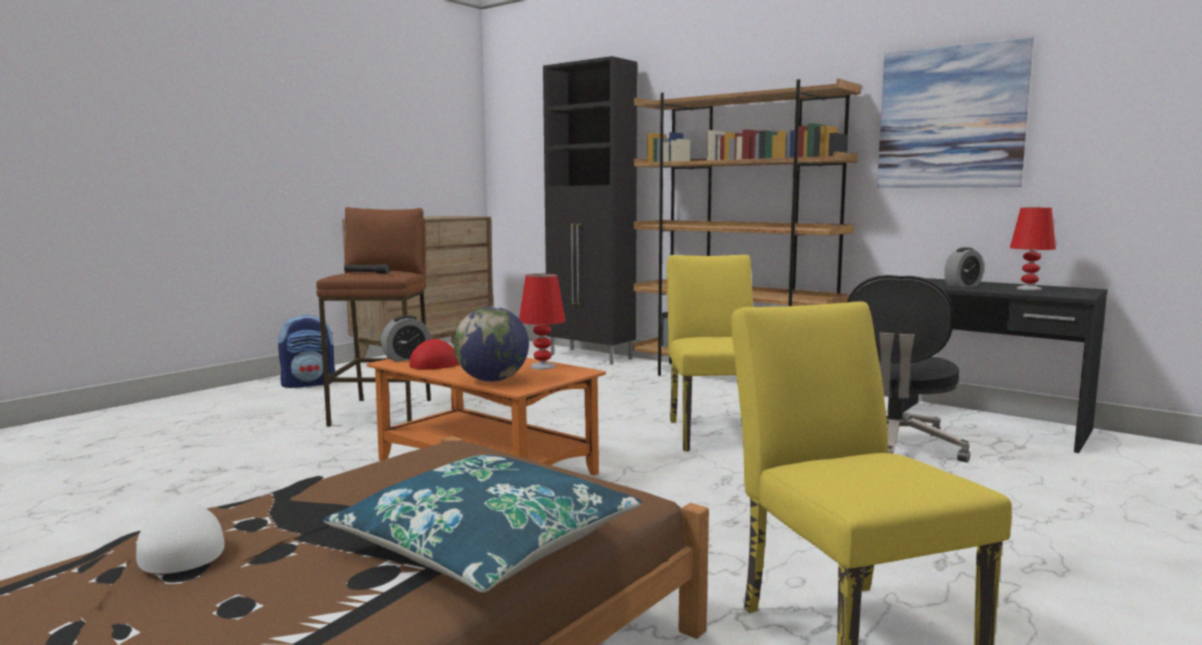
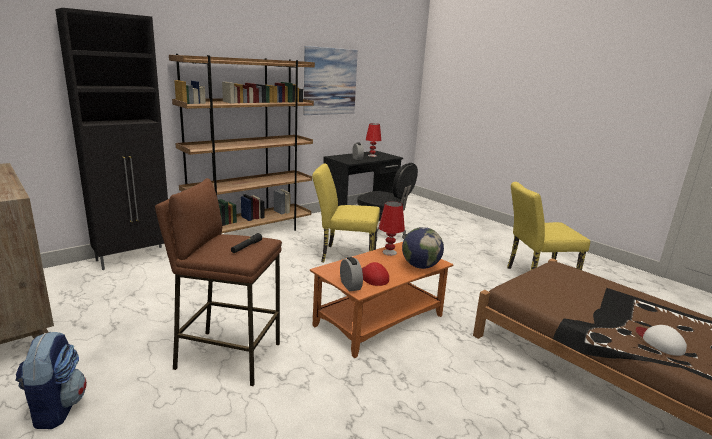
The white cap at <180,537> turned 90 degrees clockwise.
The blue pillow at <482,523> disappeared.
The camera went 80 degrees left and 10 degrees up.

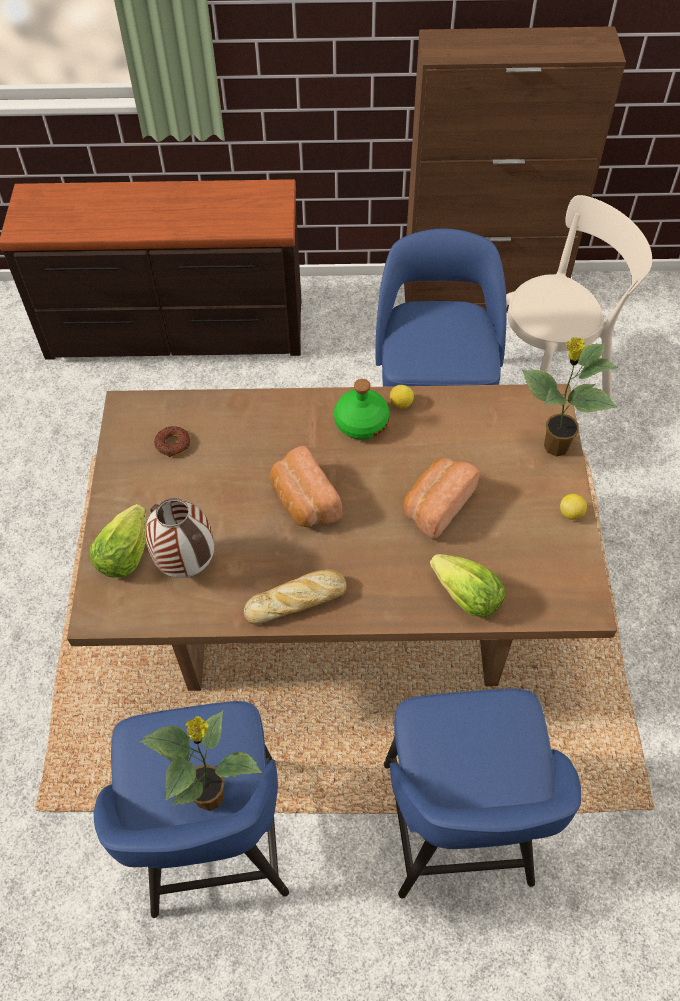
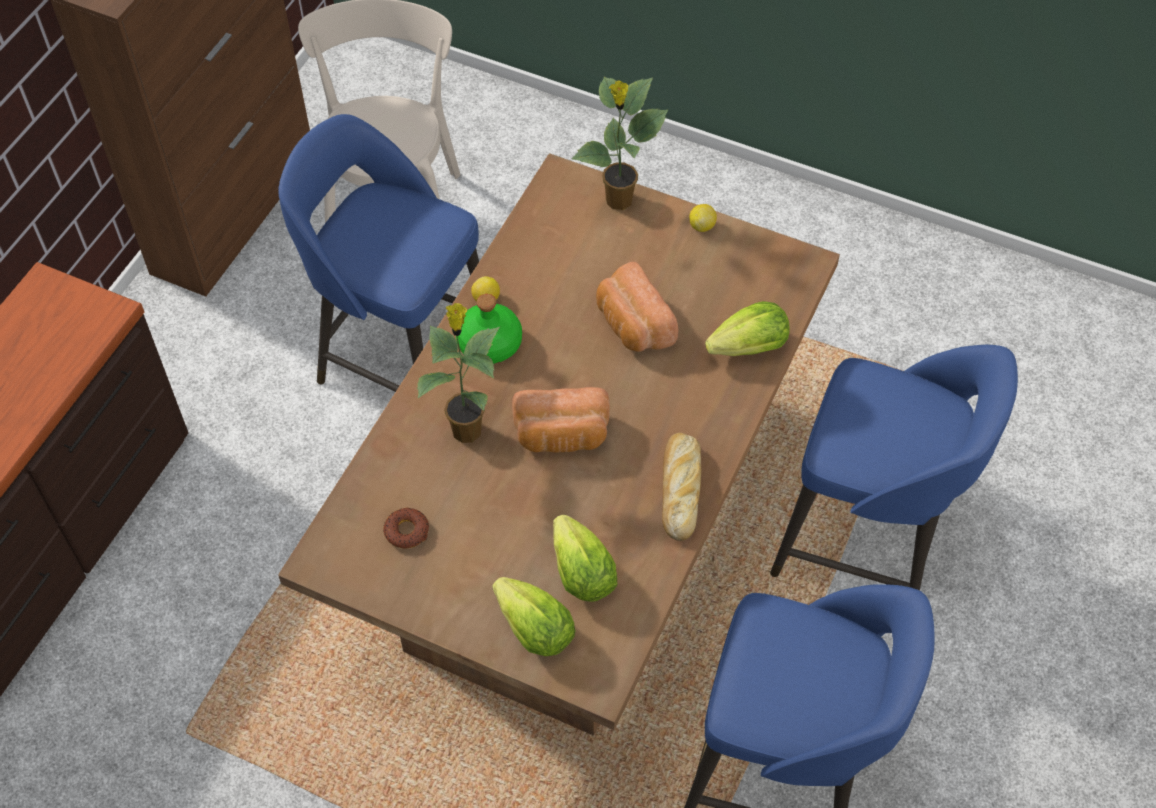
The potted plant moved from <201,761> to <458,373>.
The vase at <179,538> was replaced by the lettuce at <585,558>.
The camera went 65 degrees left and 0 degrees up.

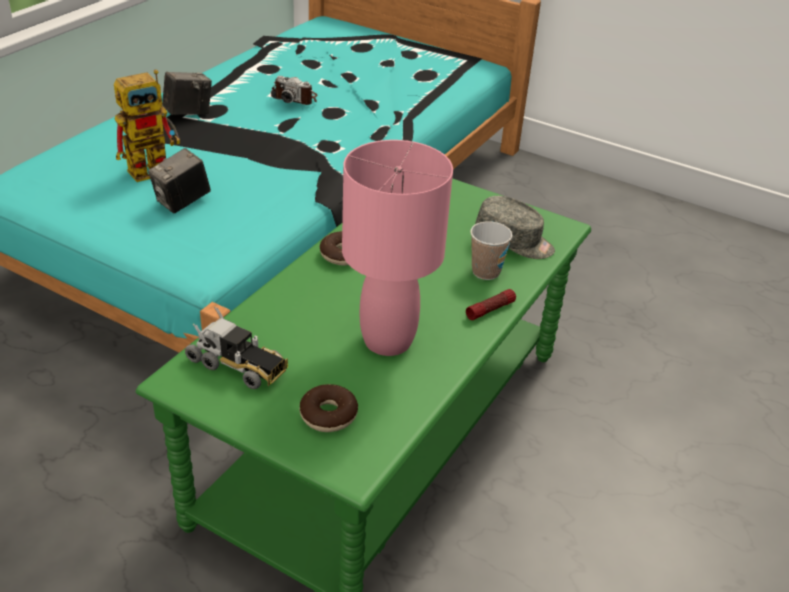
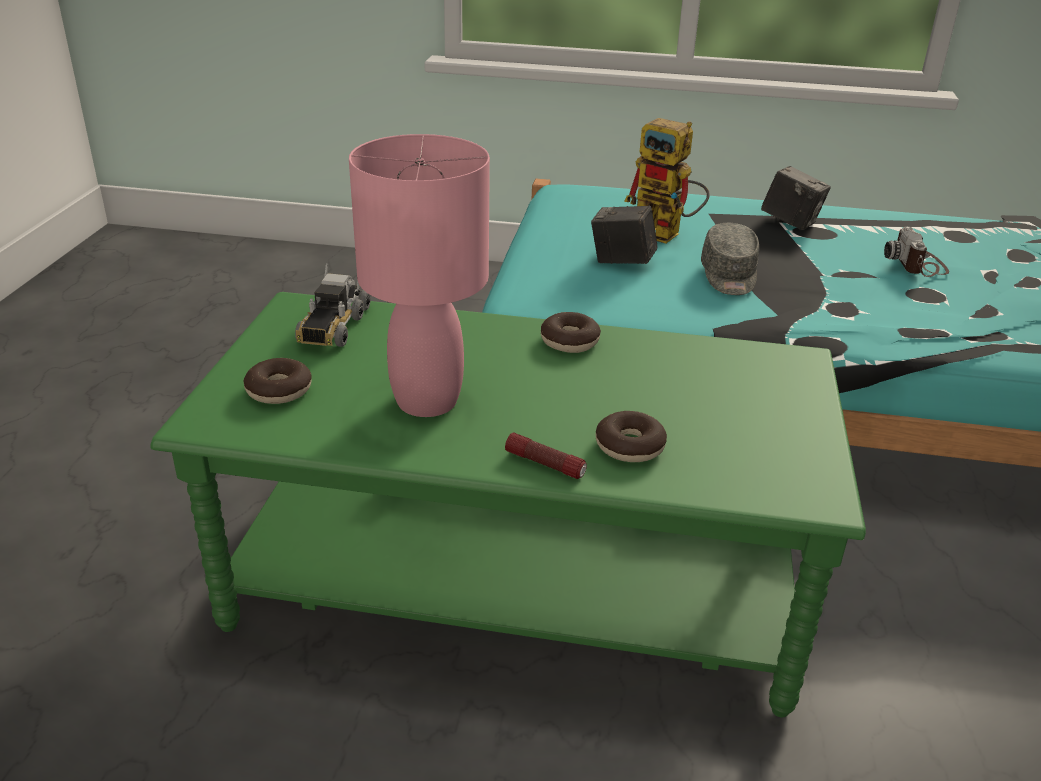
The cup at <491,250> was replaced by the donut at <631,436>.
The grey cap moved from <515,227> to <730,259>.
The camera went 70 degrees right and 5 degrees down.

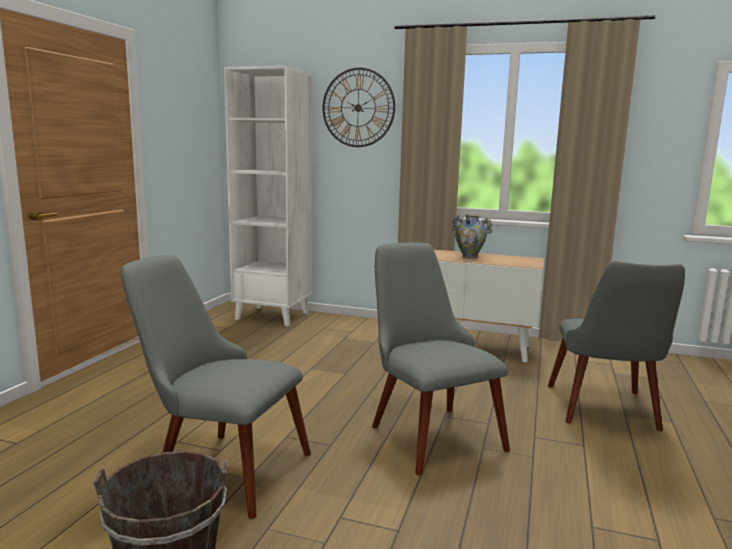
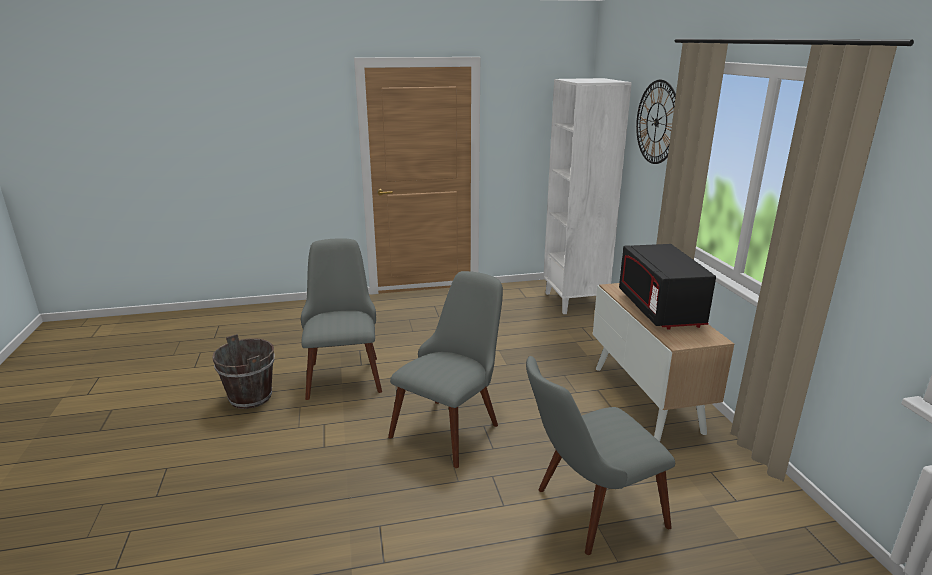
The vase at <472,236> was replaced by the black microwave at <667,287>.
The camera went 60 degrees right and 10 degrees up.

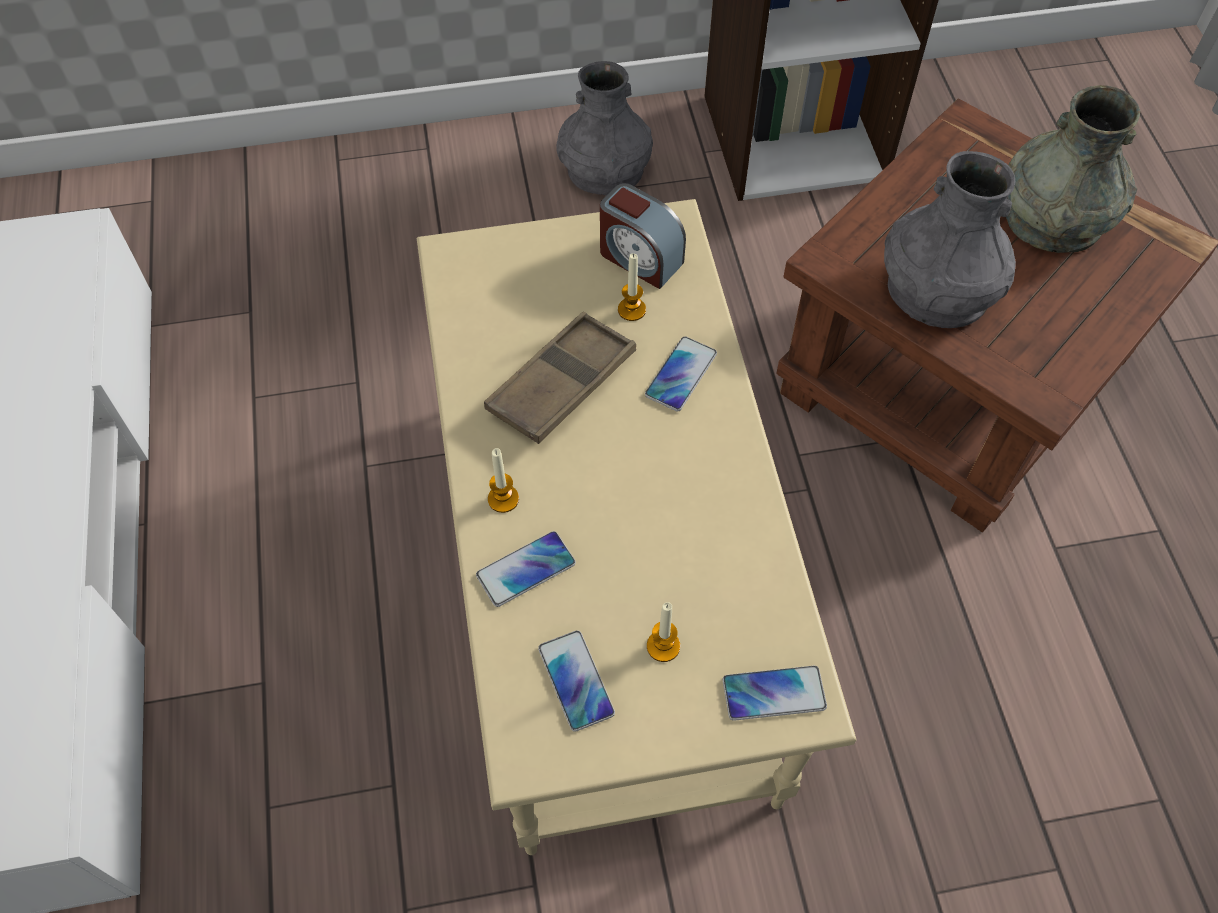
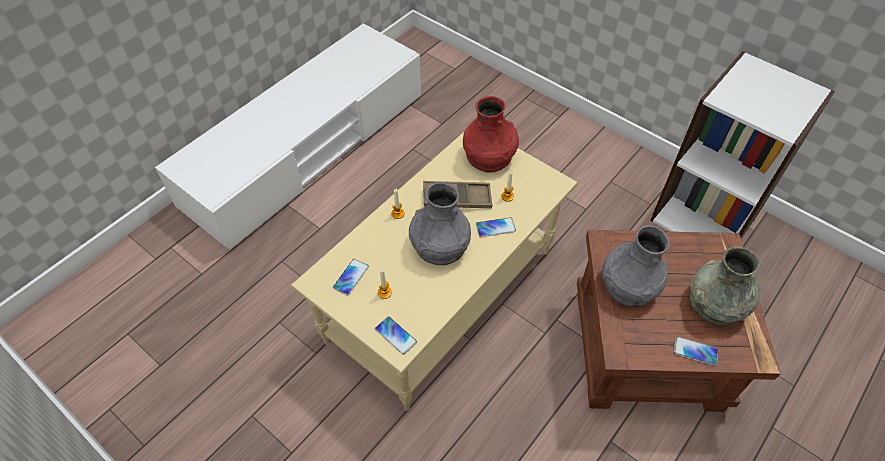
The phone moved from <526,569> to <696,351>.
The grey vase moved from <604,128> to <440,223>.
The alarm clock at <643,236> disappeared.
The red vase at <491,134> appeared.
The camera went 50 degrees right and 5 degrees down.

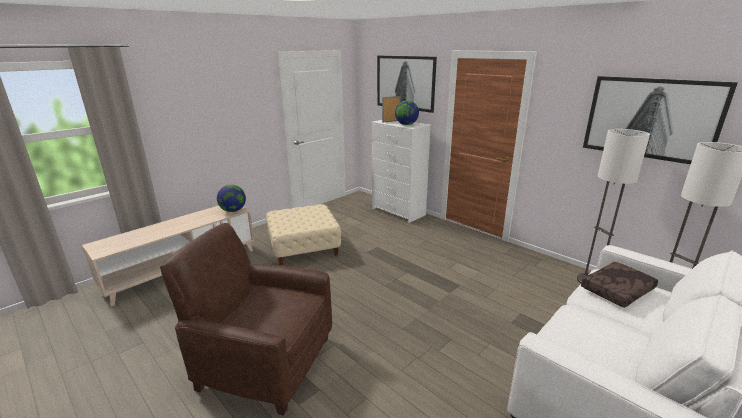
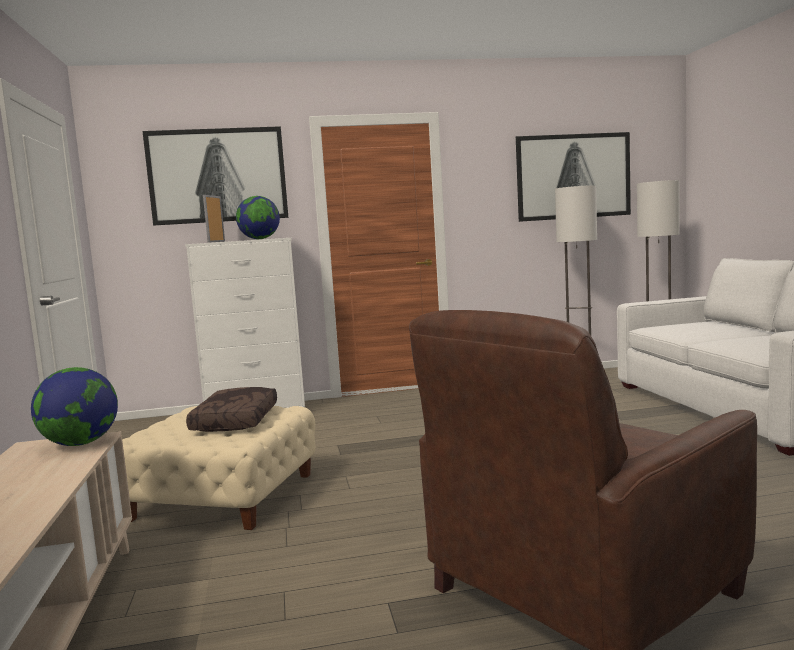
The brown pillow moved from <619,285> to <231,409>.
The camera went 55 degrees left and 15 degrees down.

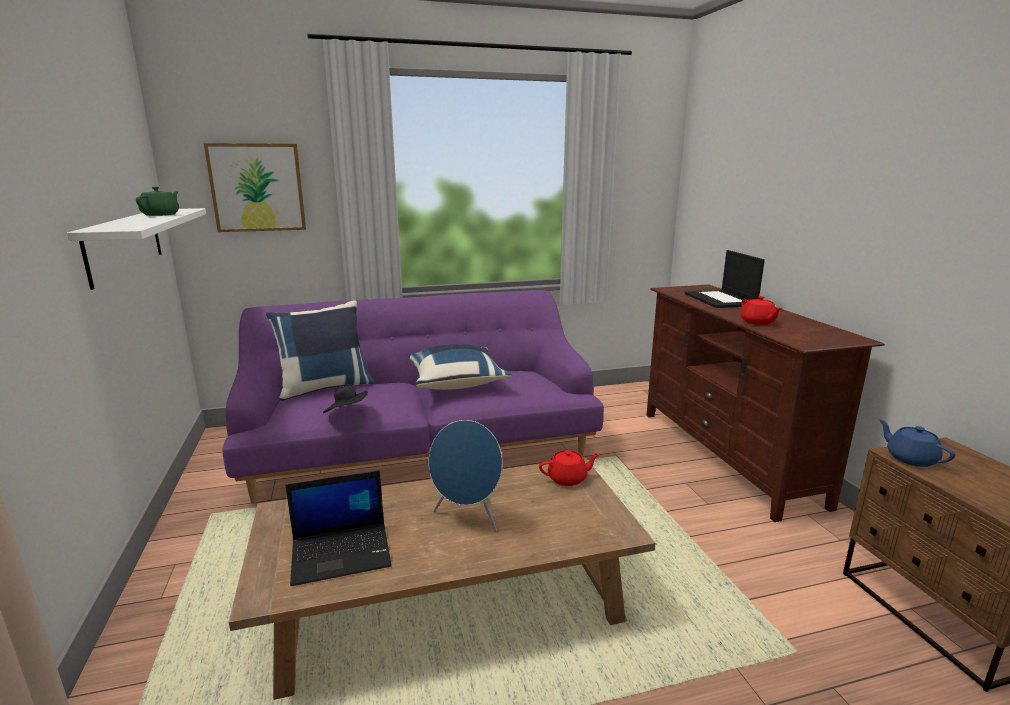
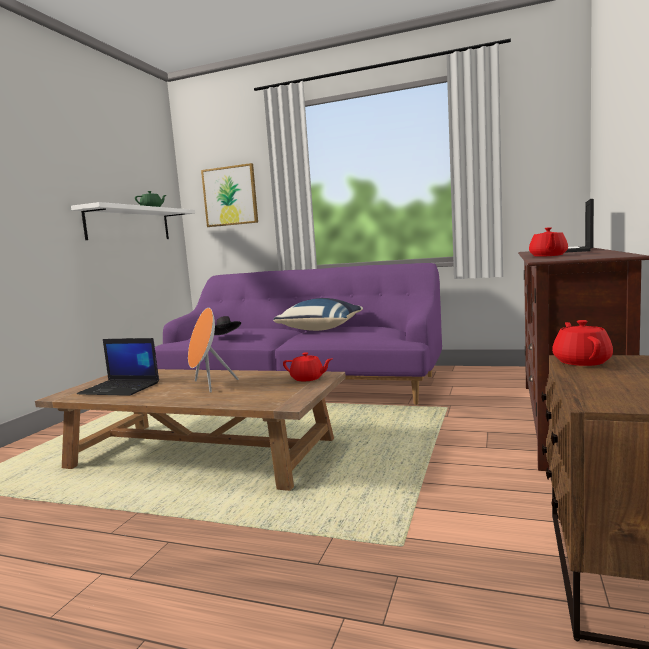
The blue pillow at <320,350> disappeared.
The blue speaker at <465,476> became the orange speaker at <213,350>.
The blue teapot at <917,443> became the red teapot at <582,343>.
The camera went 35 degrees right and 10 degrees down.

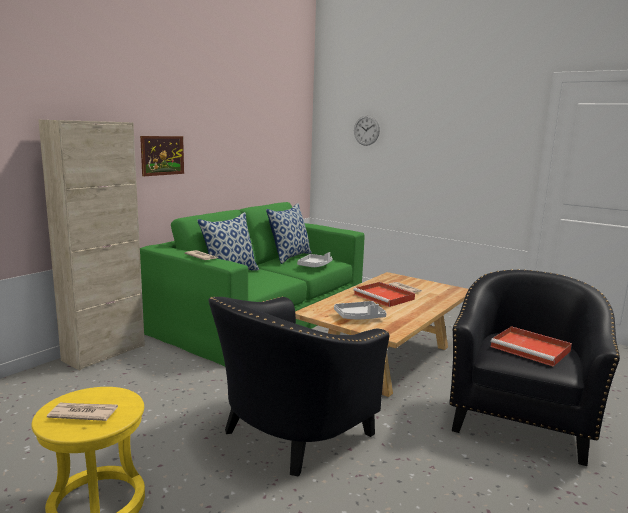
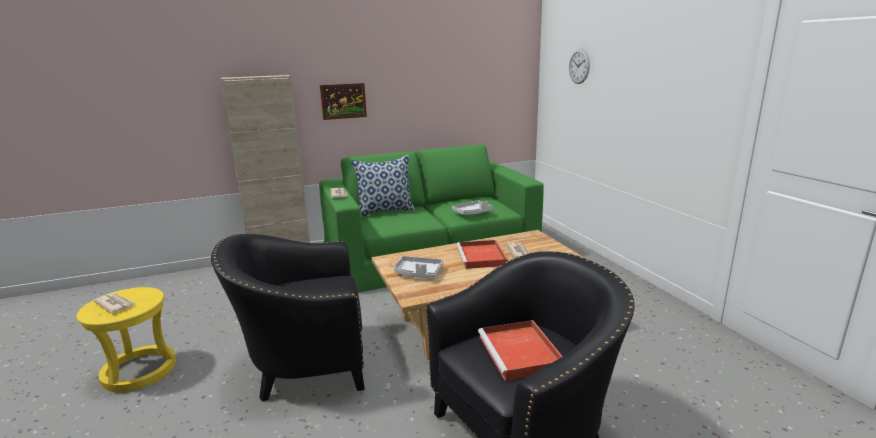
The pillow at <289,233> disappeared.
The camera went 35 degrees right and 5 degrees up.

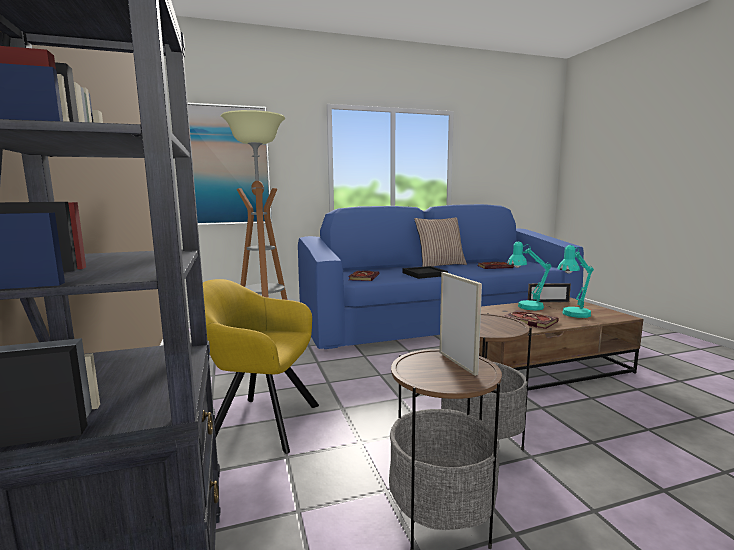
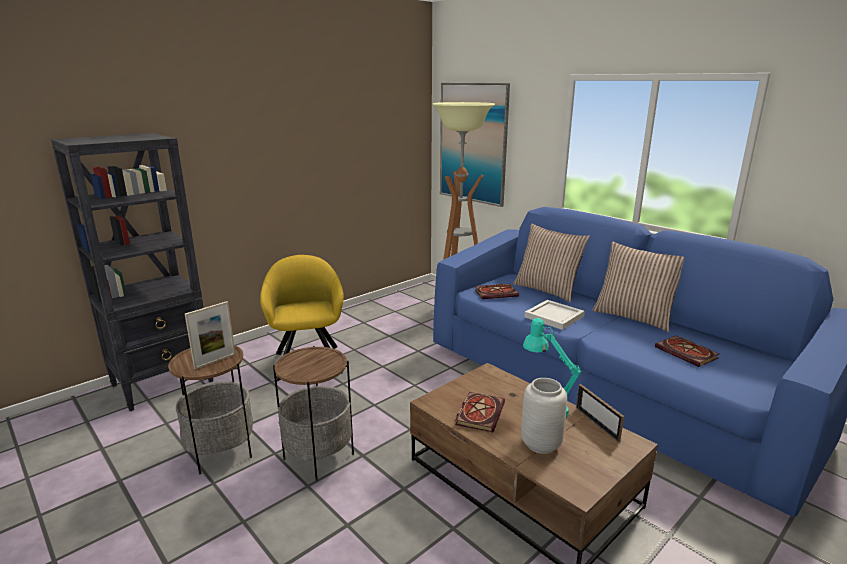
The black tray at <425,272> became the white tray at <555,315>.
The turquoise table lamp at <575,281> was replaced by the grey vase at <544,416>.
The pillow at <551,262> appeared.
The camera went 65 degrees right and 10 degrees up.

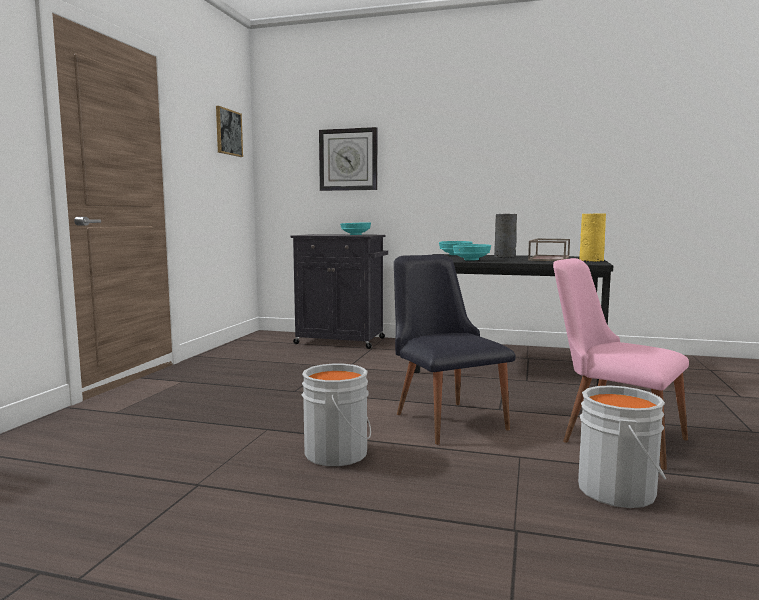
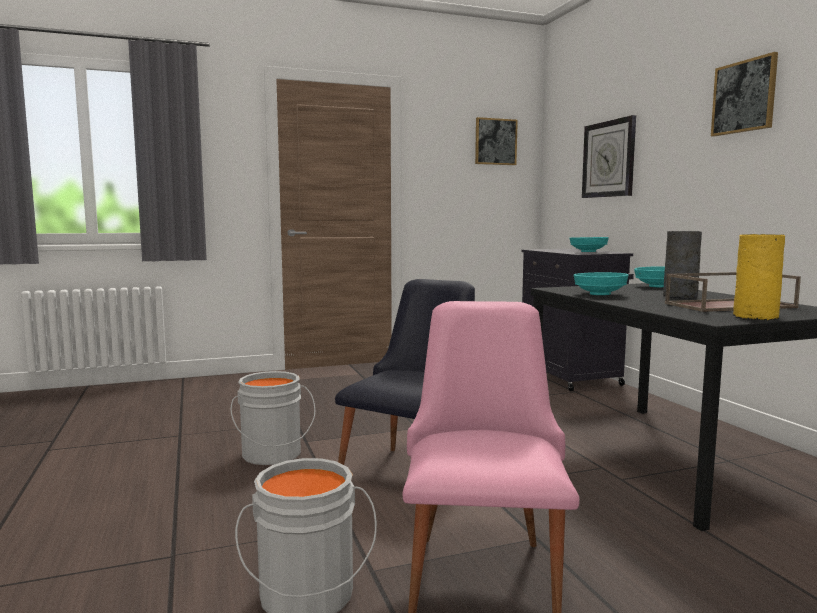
The picture at <744,94> appeared.
The camera went 55 degrees right and 0 degrees up.

